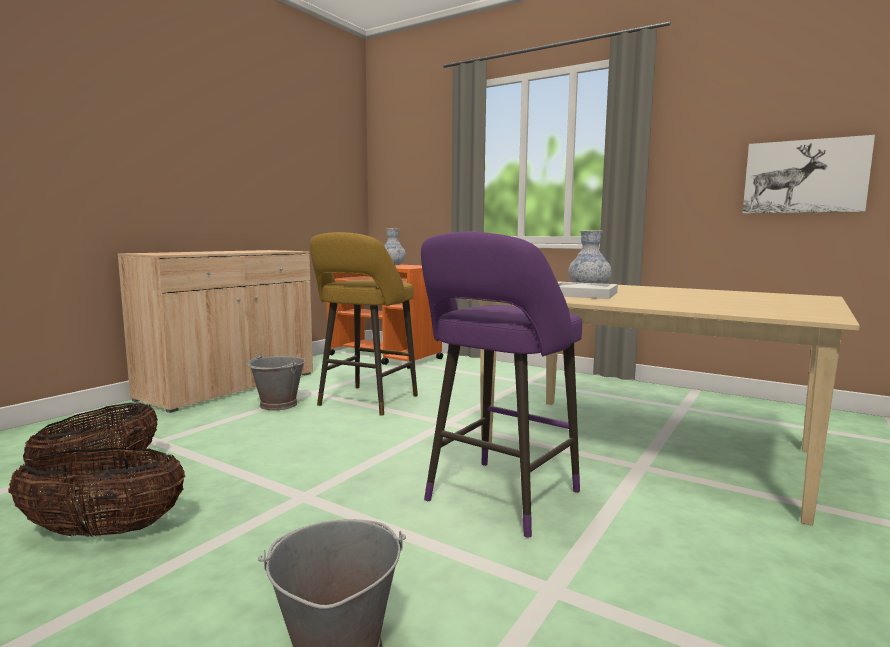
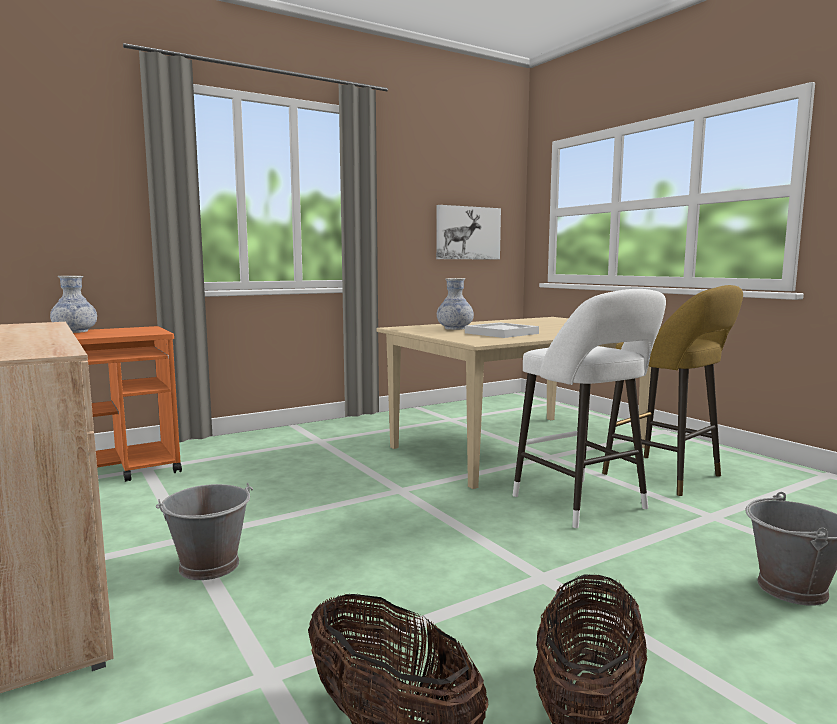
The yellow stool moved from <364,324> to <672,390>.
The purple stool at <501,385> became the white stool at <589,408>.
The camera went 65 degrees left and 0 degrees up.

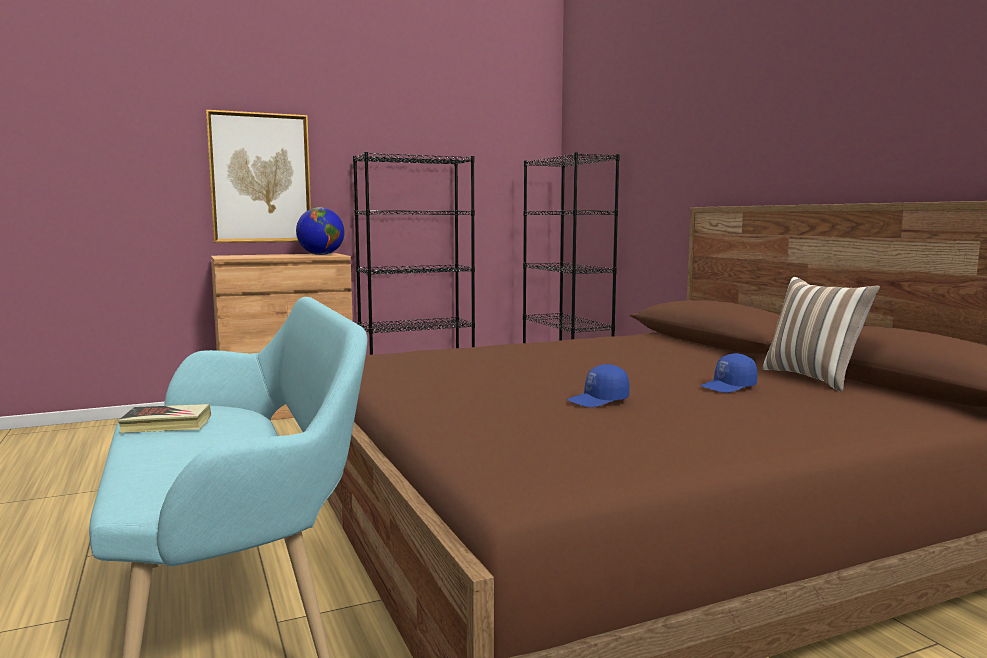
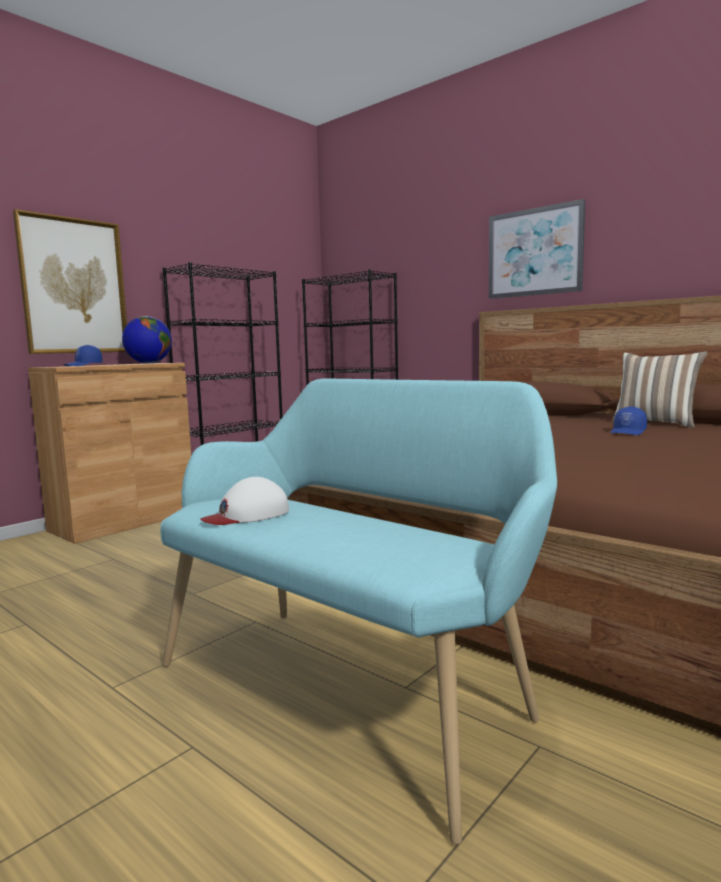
The book at <164,418> was replaced by the white cap at <244,501>.
The blue cap moved from <598,385> to <83,355>.
The picture at <537,249> appeared.
The camera went 25 degrees left and 0 degrees up.

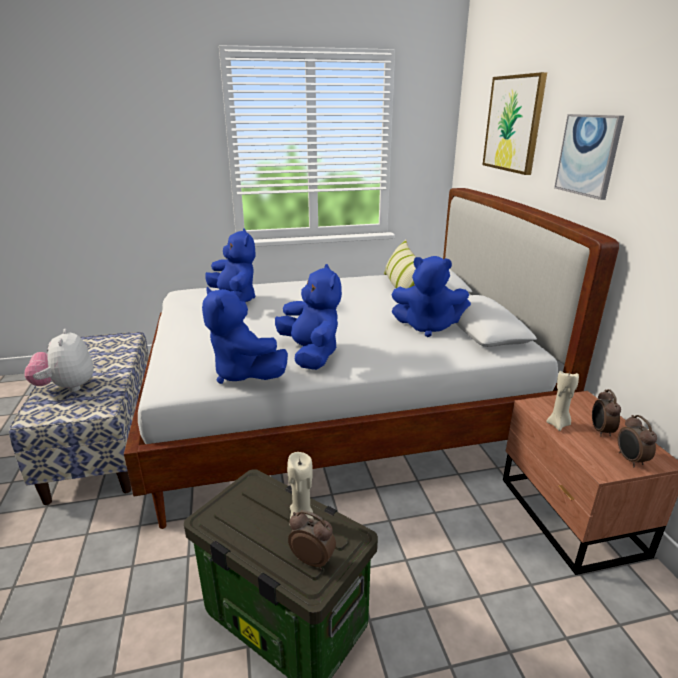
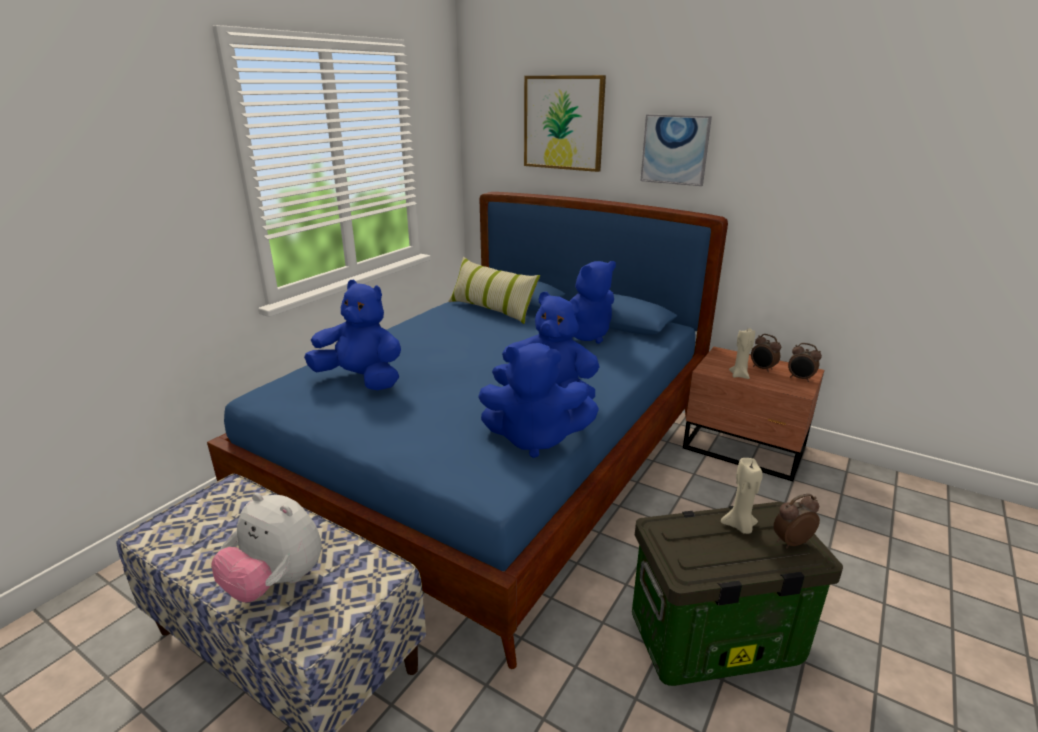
The white bed at <371,358> became the blue bed at <467,430>.
The camera went 45 degrees left and 0 degrees up.

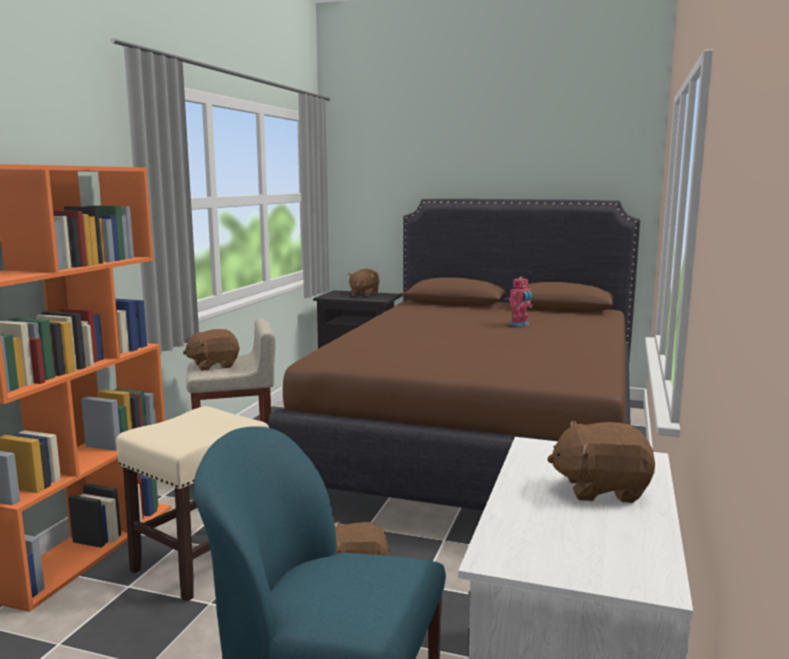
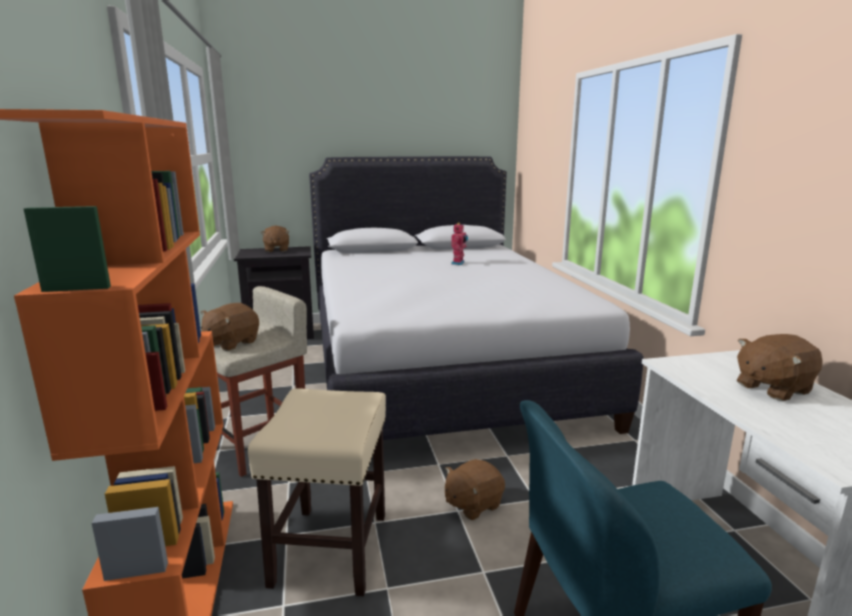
The brown bed at <454,355> became the white bed at <476,298>.
The camera went 30 degrees left and 5 degrees up.

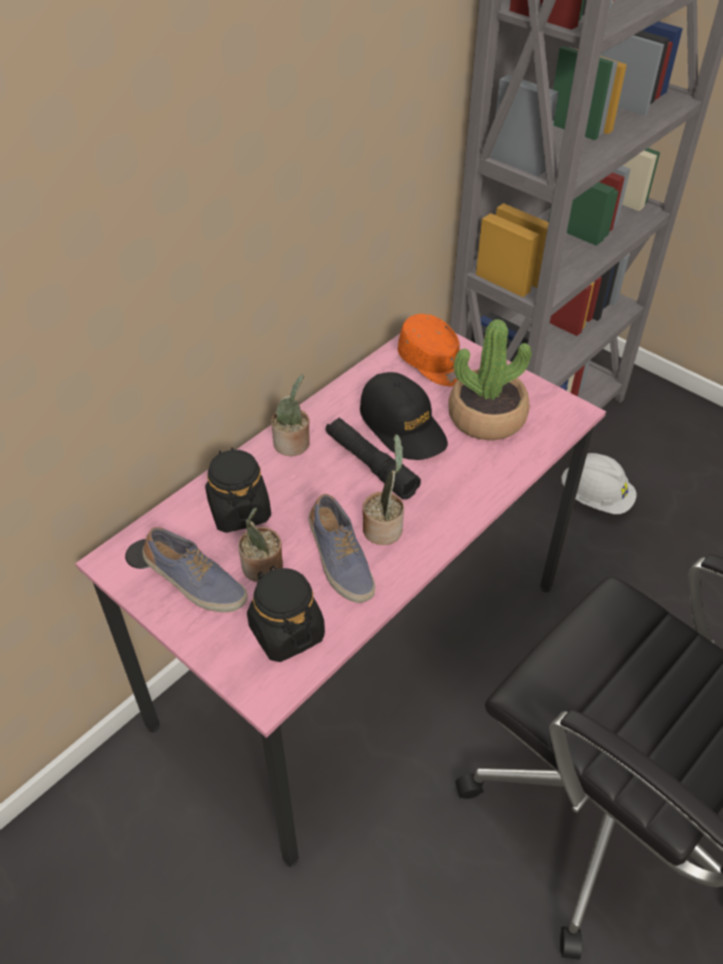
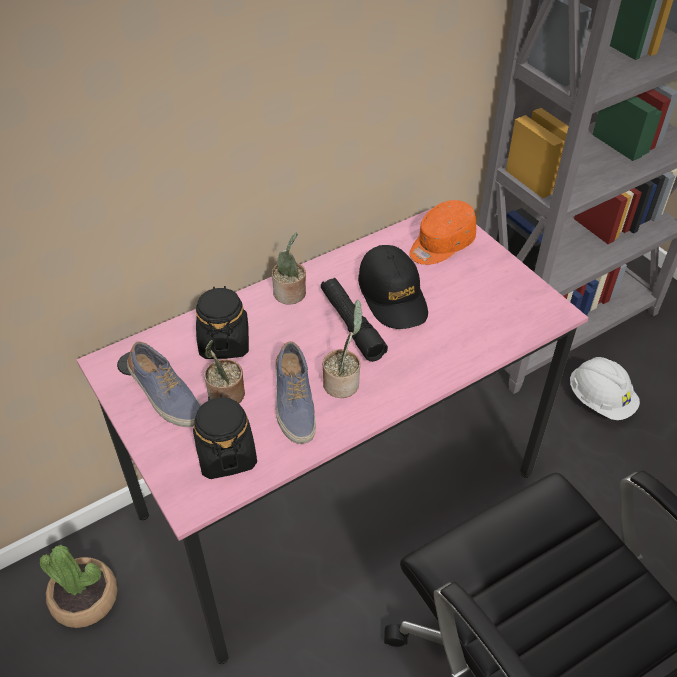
The orange cap at <429,350> turned 75 degrees clockwise.
The potted plant moved from <490,379> to <79,586>.
The camera went 15 degrees right and 0 degrees up.

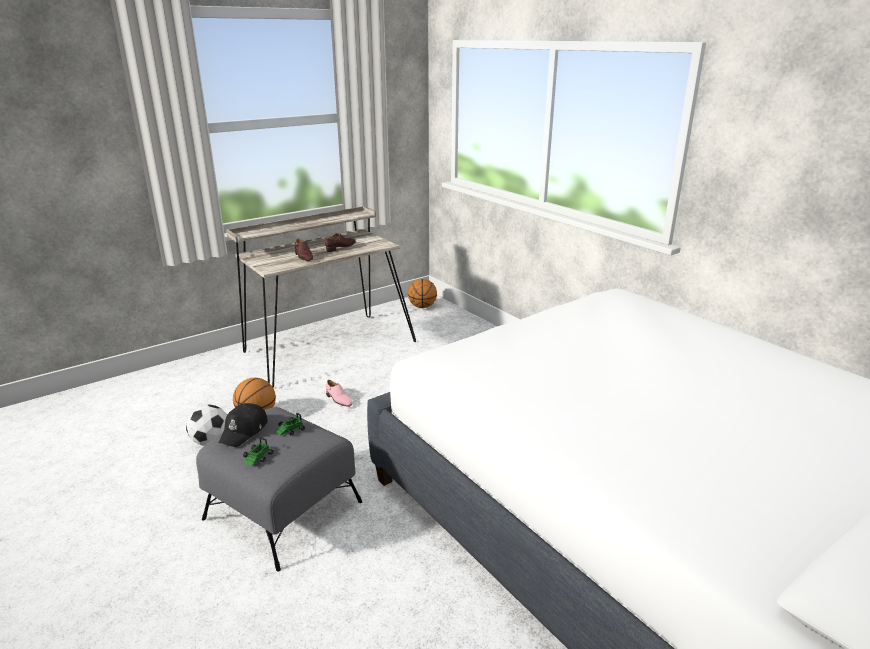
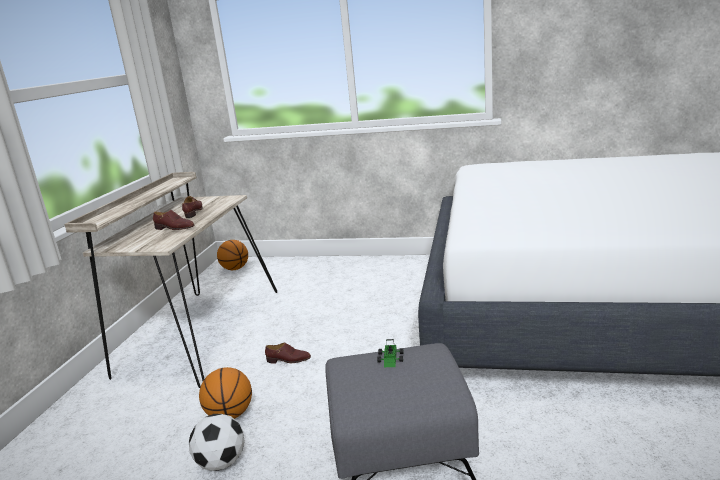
The black cap at <243,425> disappeared.
The toy car at <258,452> disappeared.
The pink shoe at <338,393> became the brown shoe at <288,353>.
The camera went 40 degrees left and 5 degrees down.

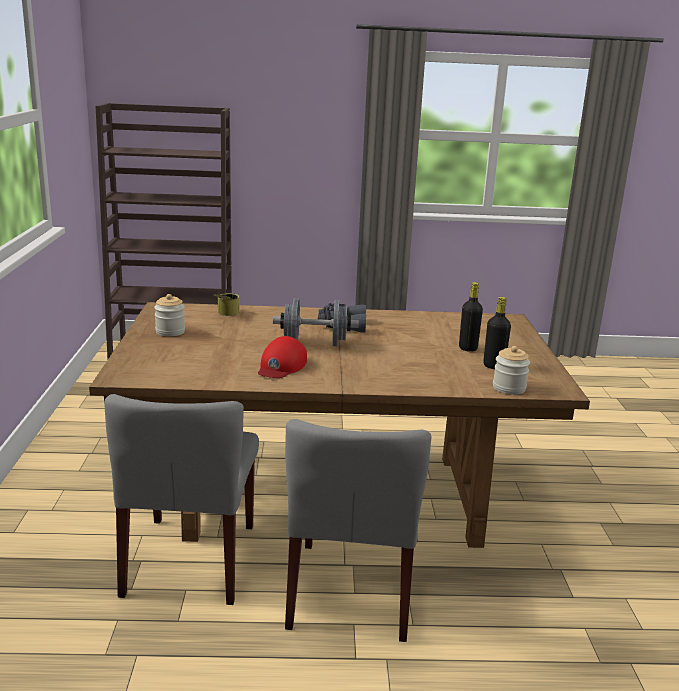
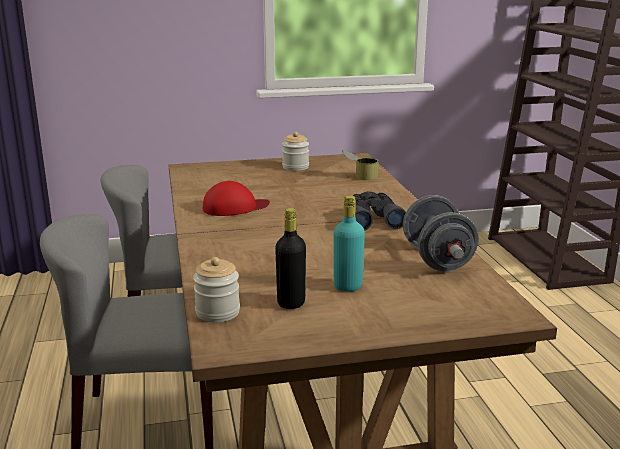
The red cap at <282,357> turned 150 degrees clockwise.
The grey dumbbell moved from <316,322> to <441,233>.
The black bottle at <471,317> became the turquoise bottle at <349,243>.
The camera went 80 degrees right and 0 degrees up.

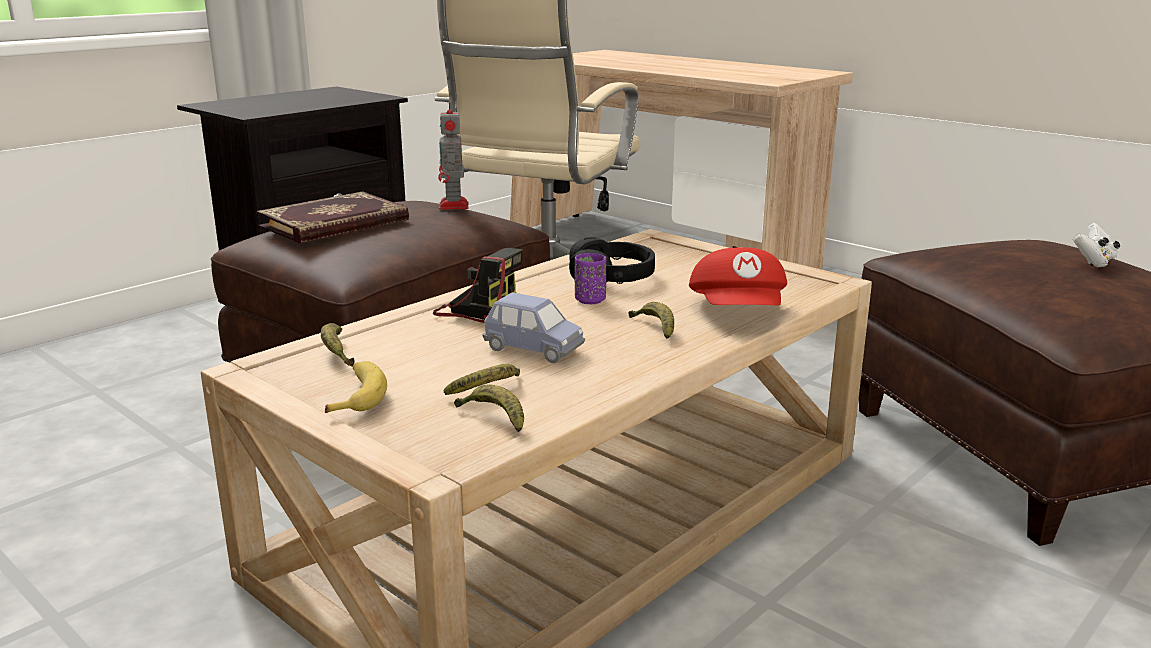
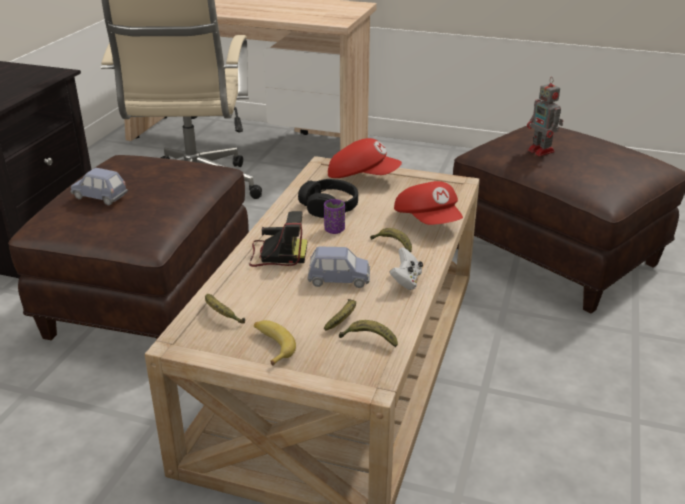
The book at <332,217> was replaced by the blue toy car at <99,186>.
The toy robot moved from <453,155> to <545,116>.
The white game controller moved from <1096,245> to <406,268>.
The red cap at <365,158> appeared.
The camera went 25 degrees left and 10 degrees up.

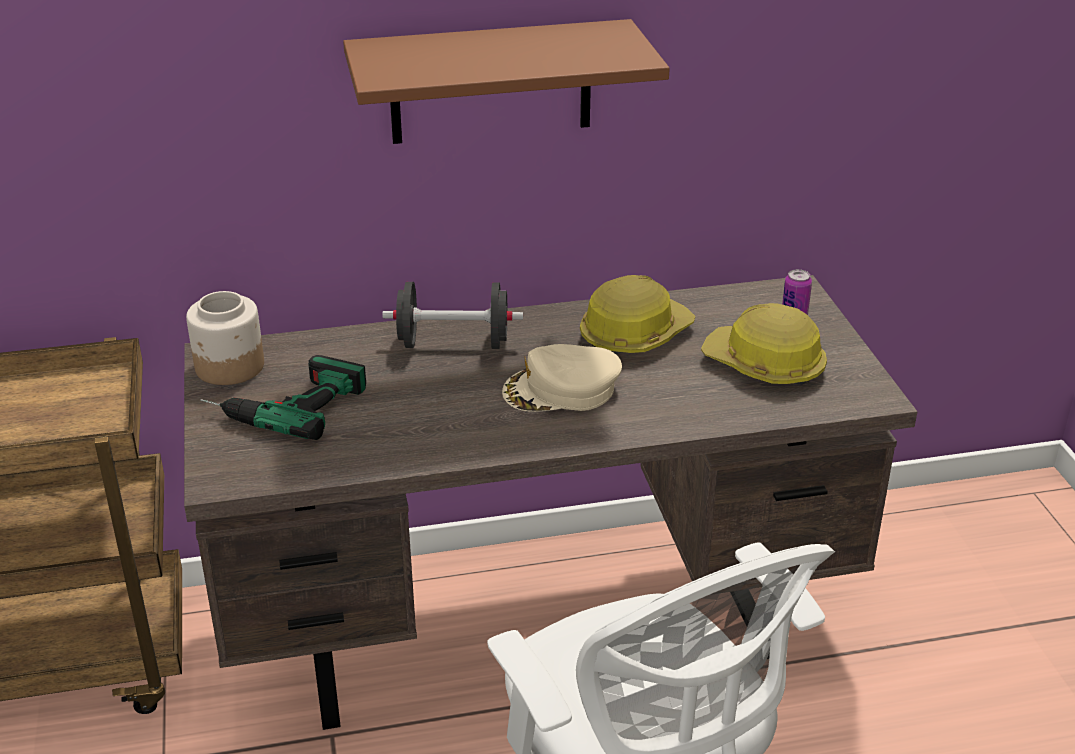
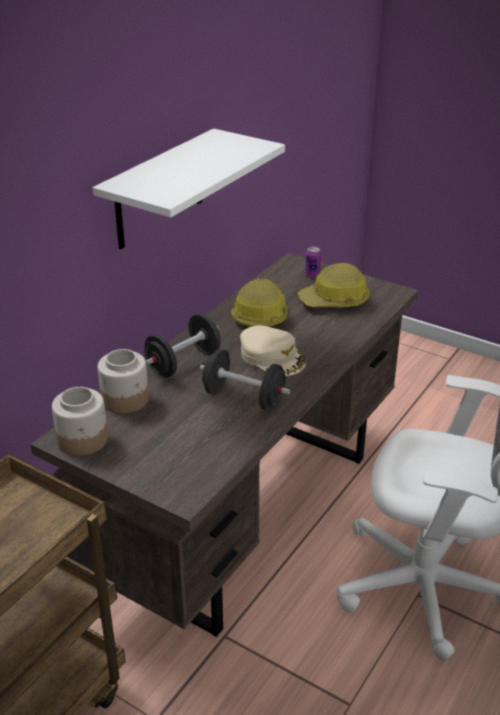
The power drill at <283,397> disappeared.
The brown shelf at <506,81> became the white shelf at <189,189>.
The beige cap at <562,378> turned 75 degrees counterclockwise.
The jar at <123,381> appeared.
The black dumbbell at <245,380> appeared.
The camera went 45 degrees left and 0 degrees up.

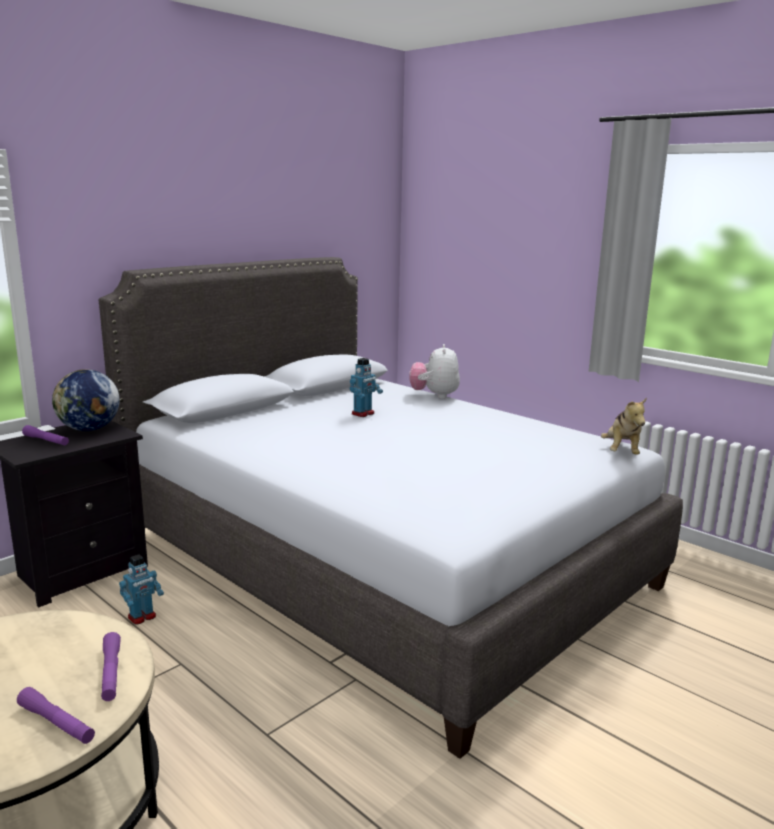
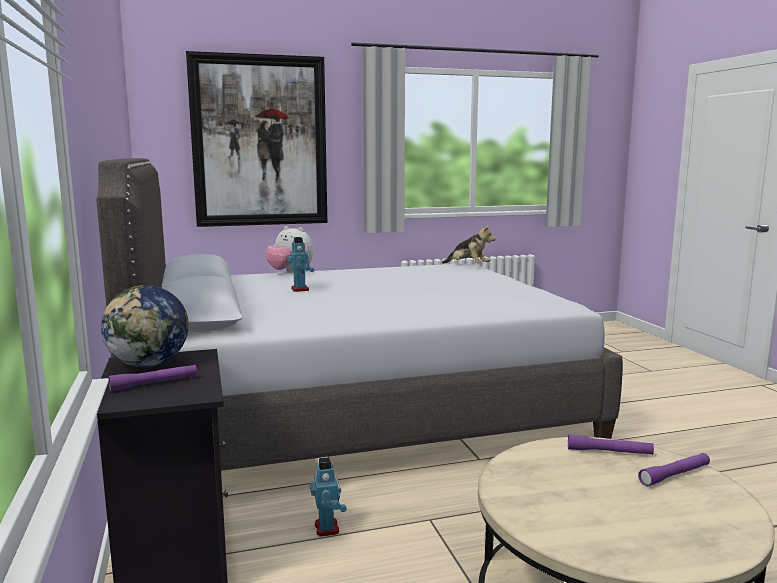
The picture at <256,139> appeared.
The camera went 60 degrees left and 5 degrees down.

